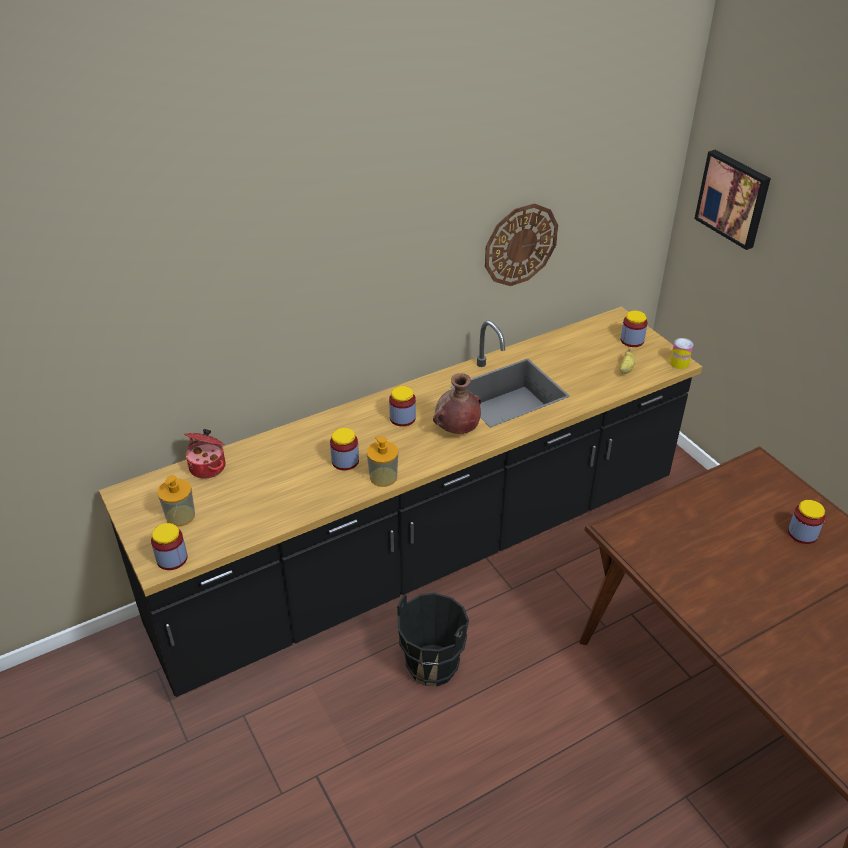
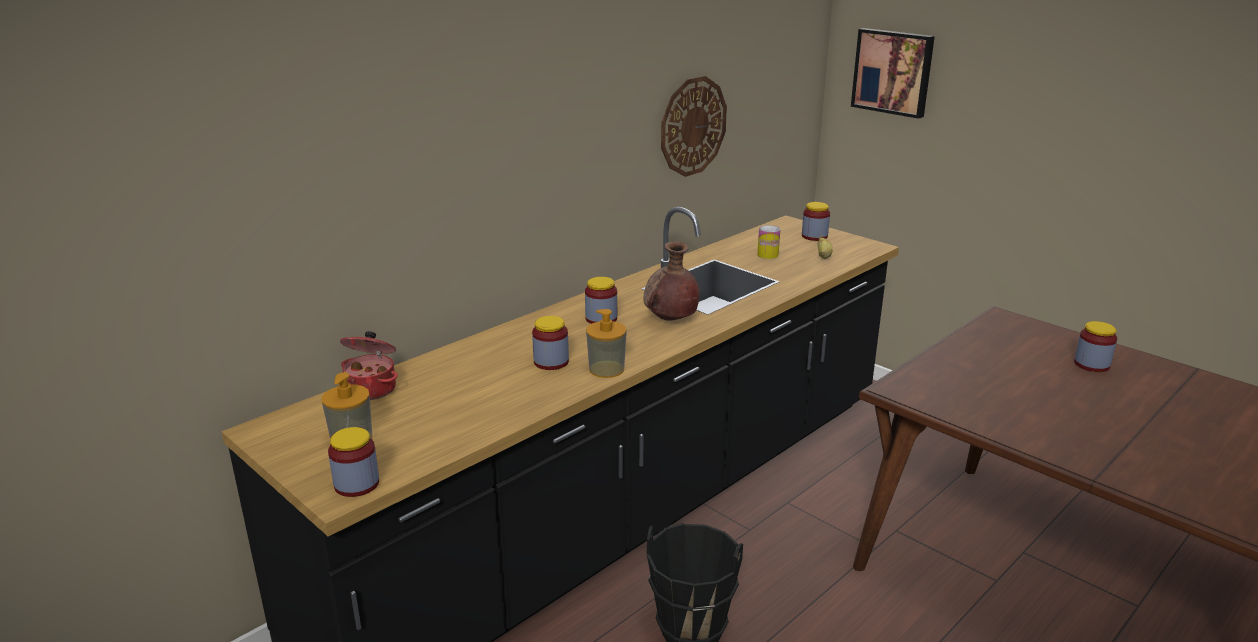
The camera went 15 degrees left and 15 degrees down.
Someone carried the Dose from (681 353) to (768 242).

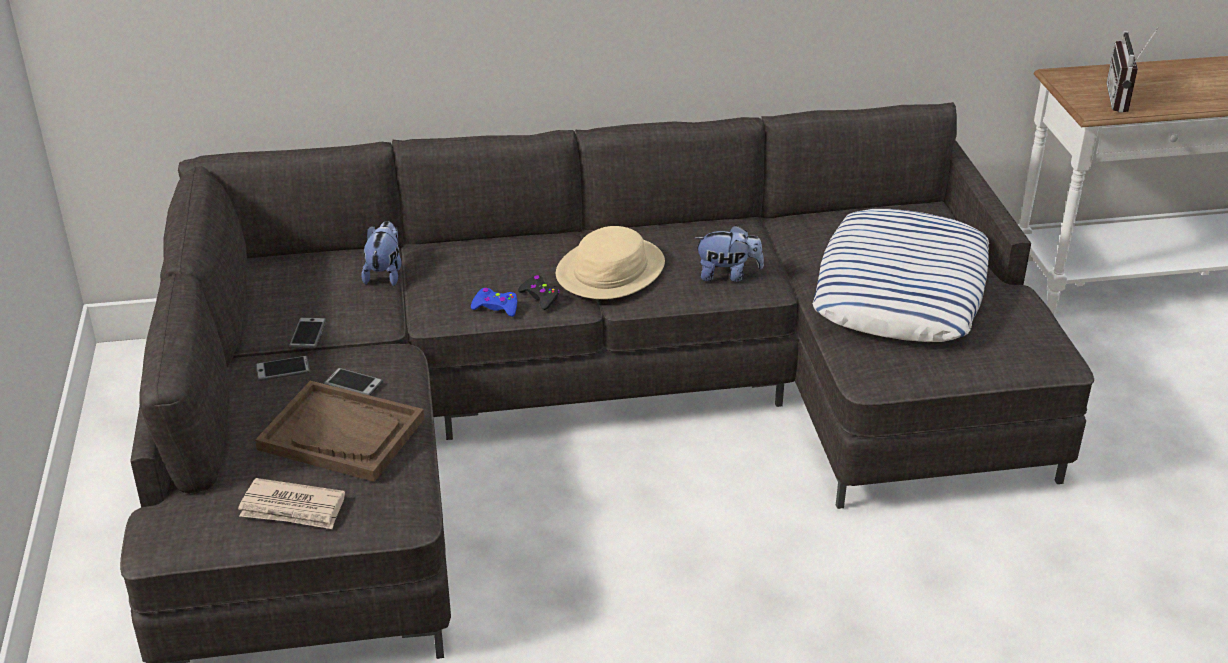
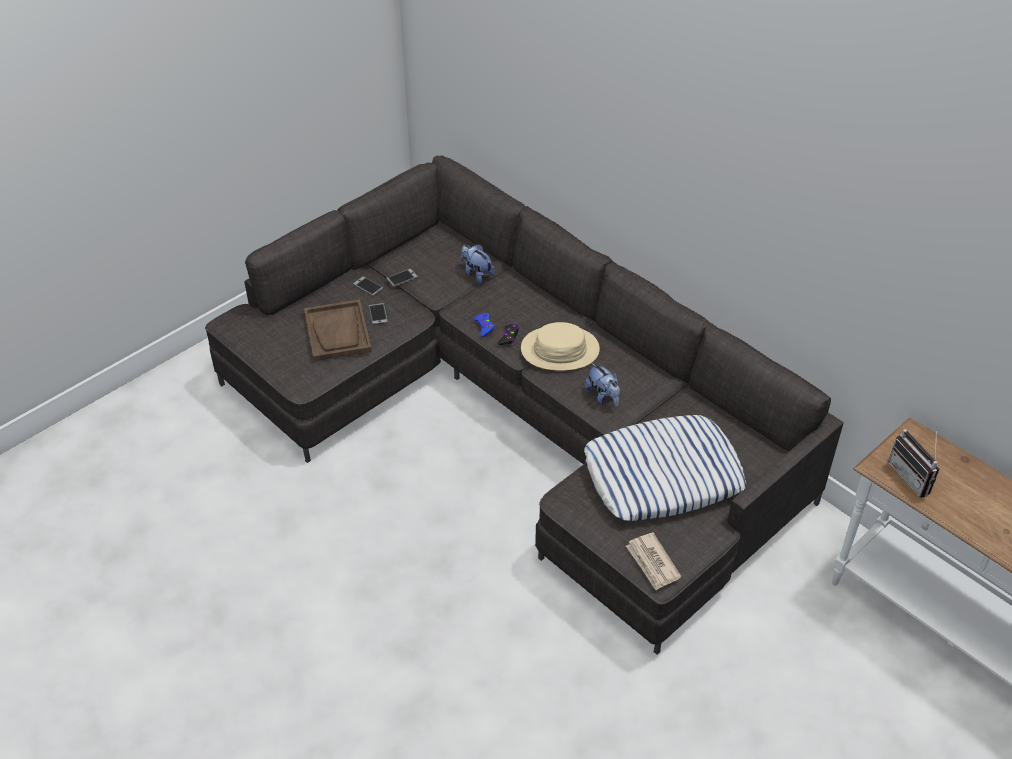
The camera went 55 degrees right and 10 degrees up.
Someone rotated the Radio at (1132 70) by 90 degrees counterclockwise.
Someone rotated the Plüschtier at (381 253) by 105 degrees counterclockwise.
Someone carried the Zeitung from (291 503) to (653 561).

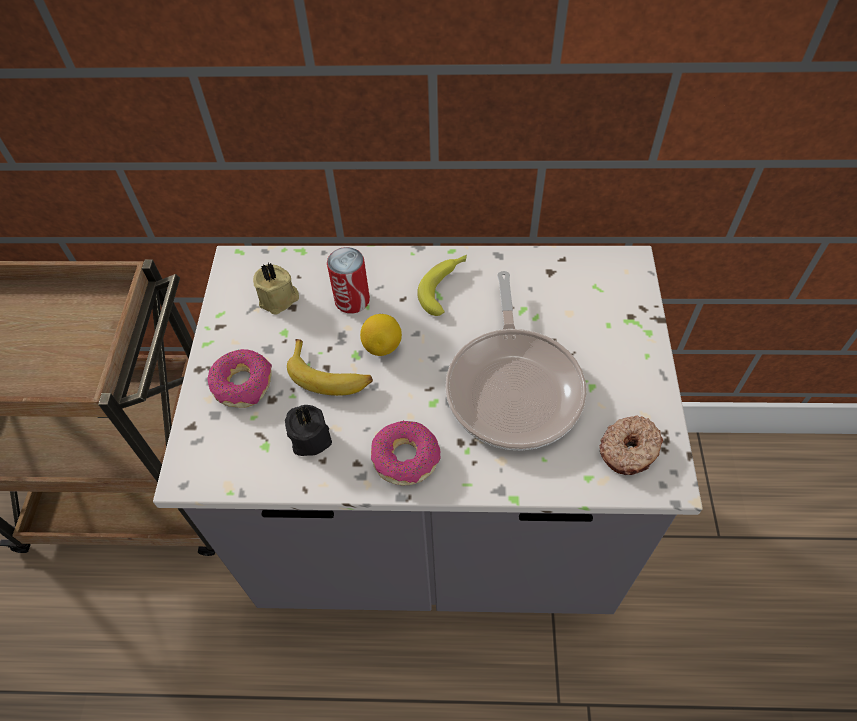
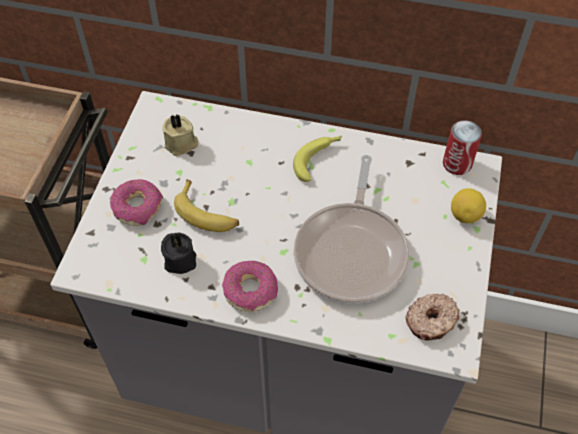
The camera went 10 degrees right and 0 degrees up.
Someone carried the Dose from (348 280) to (462 147).
Someone carried the Zitrone from (381 335) to (468 205).

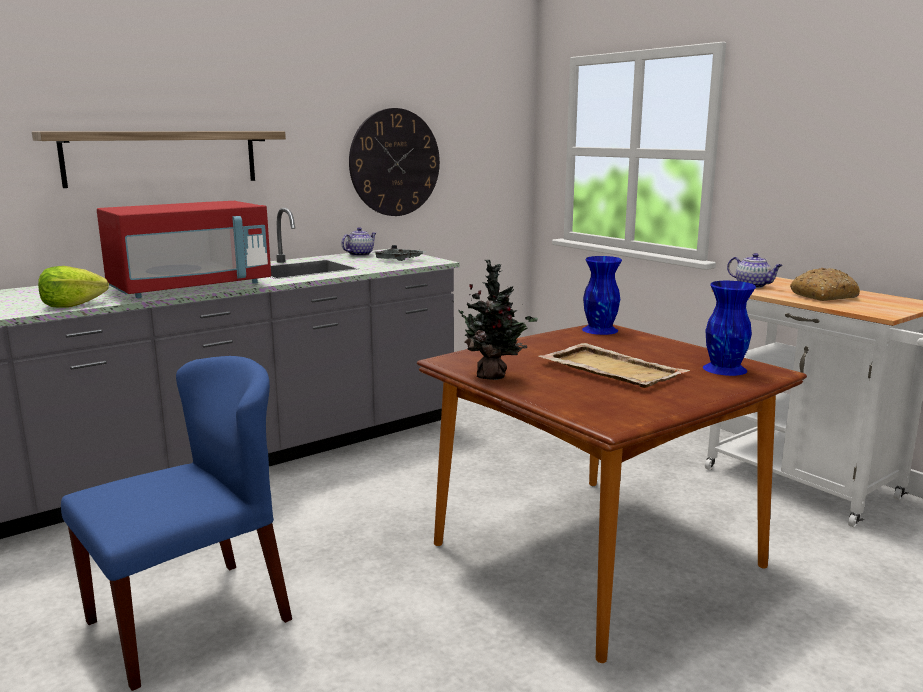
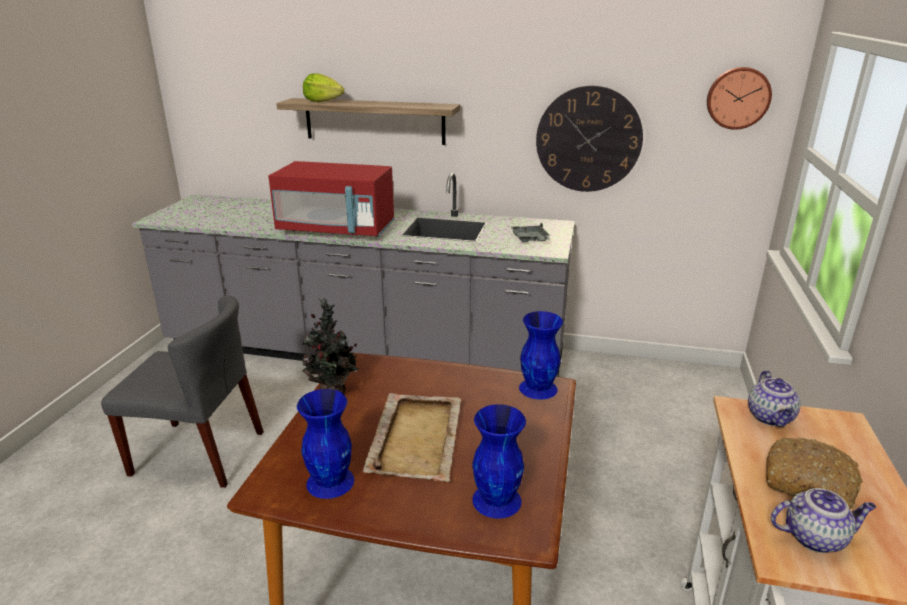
The camera went 50 degrees right and 10 degrees up.
Someone carried the Teekanne from (358 241) to (823 520).
Someone carried the Salatkopf from (73 286) to (323 87).
Someone repainted the Stuhl/blau at (176 523), which became the Stuhl/grau at (182 391).
Someone put up the Wanduhr at (739 98).
Someone put down the Vase/blau at (325 444).

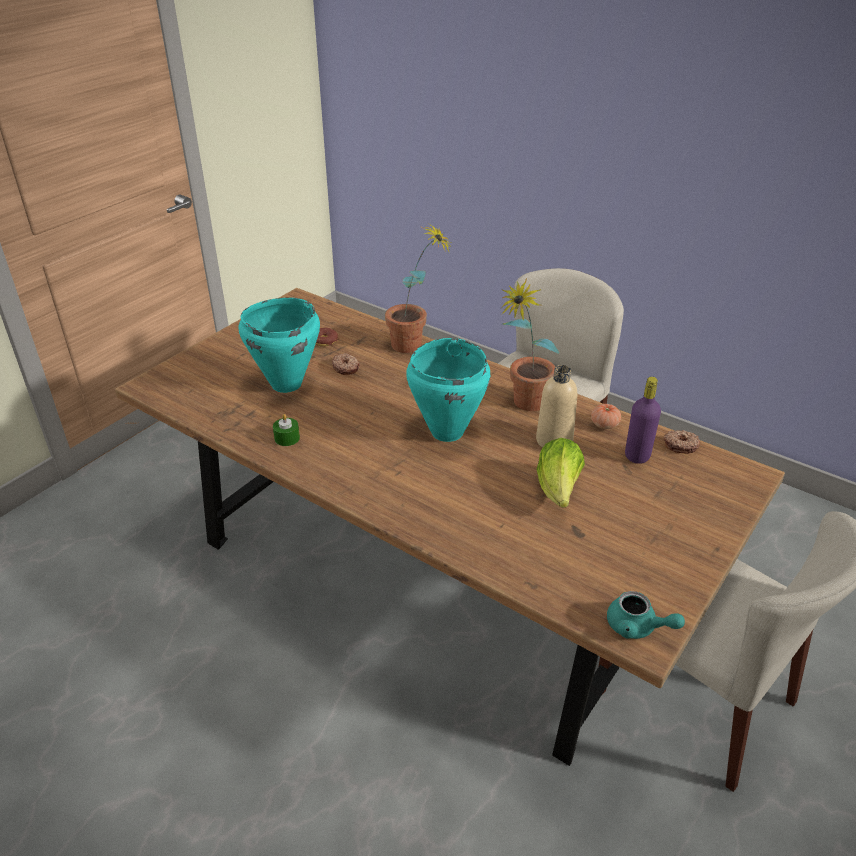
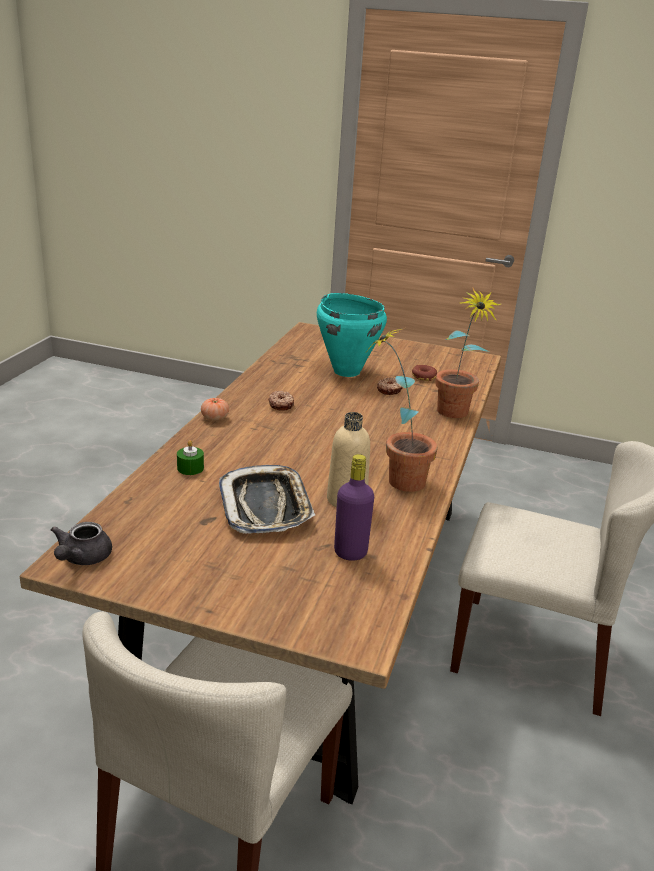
The camera went 70 degrees right and 10 degrees down.
Someone took away the Kochtopf/türkis at (448 390).
Someone carried the Tomate from (606 416) to (215 409).
Someone carried the Kerze/grün from (286 430) to (190 457).
Someone carried the Donut from (682 441) to (281 401).
Someone swapped the Salatkopf at (561 473) for the Tablett at (267 499).
Someone repainted the Teekanne/türkis at (646 615), which became the Teekanne/grau at (81 543).

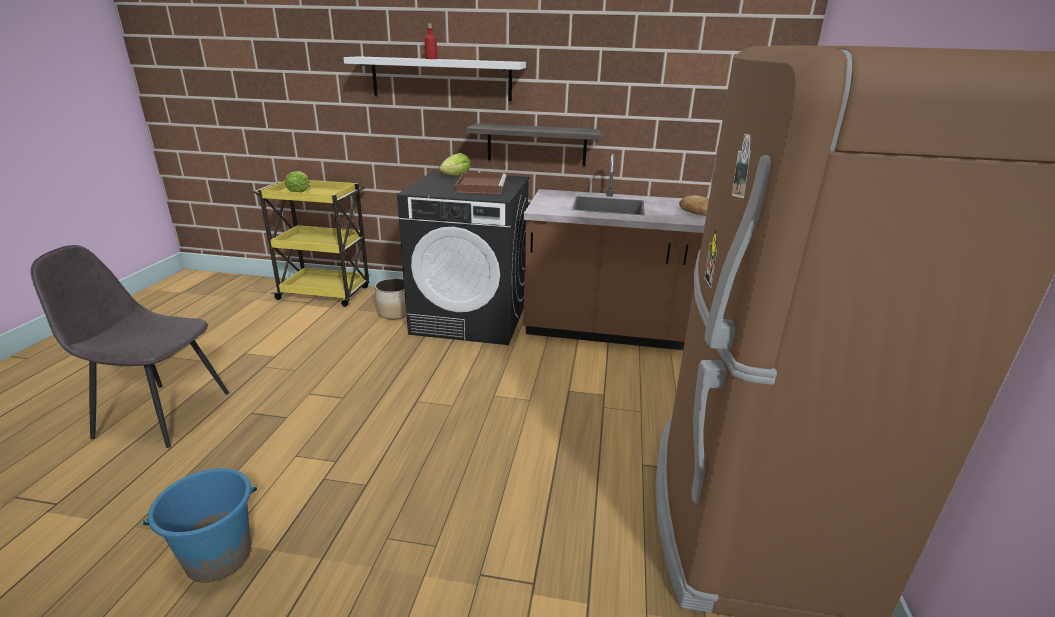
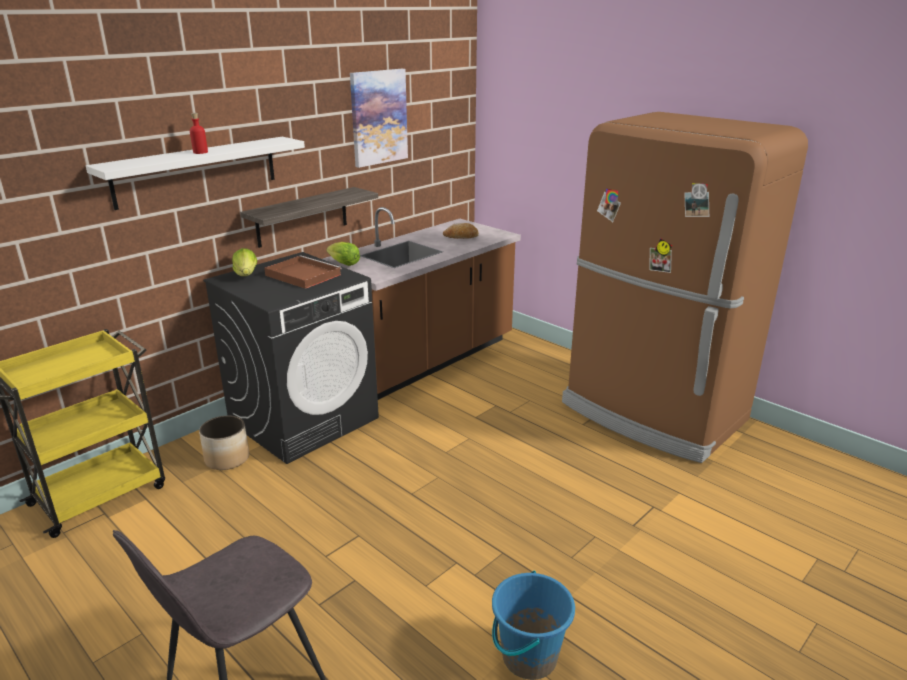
The camera went 55 degrees left and 0 degrees up.
Someone carried the Salatkopf from (297 181) to (343 254).
Someone put up the Bild at (379 118).

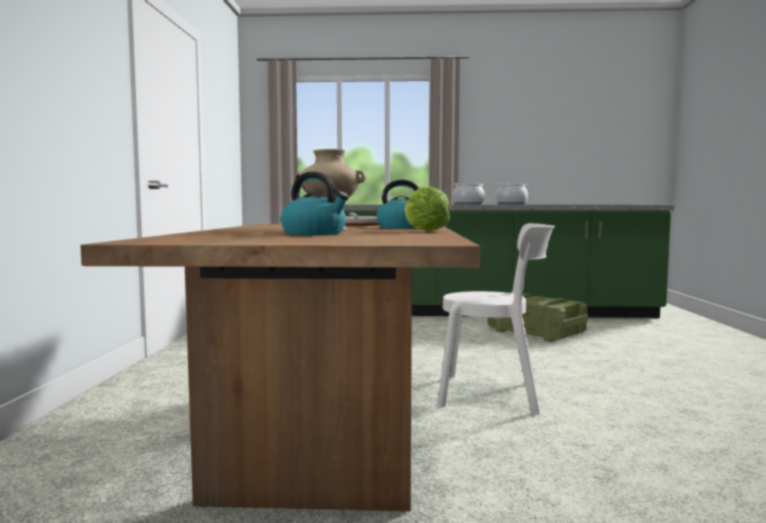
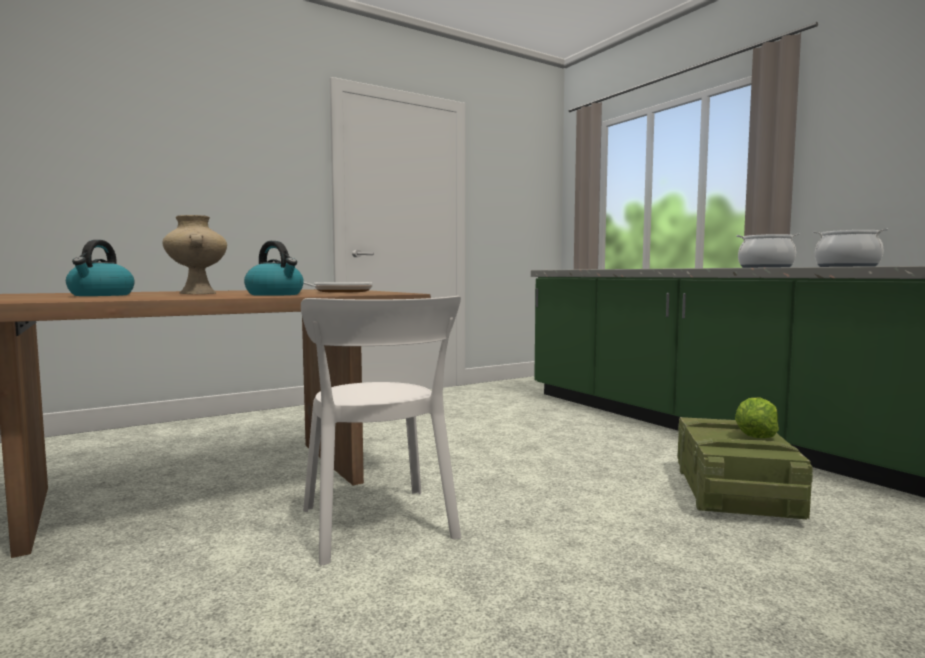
The camera went 55 degrees right and 0 degrees up.
Someone carried the Salatkopf from (427 209) to (757 417).

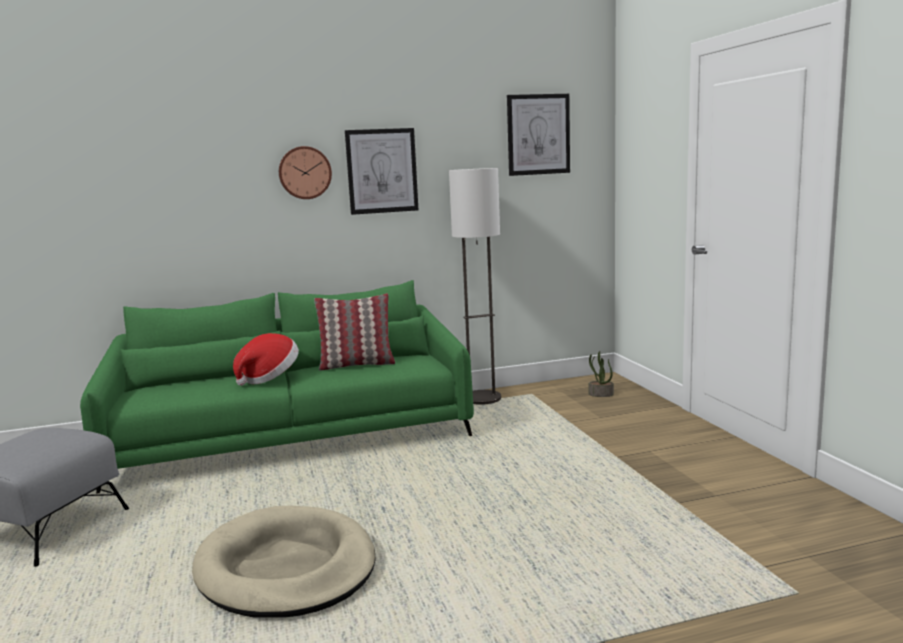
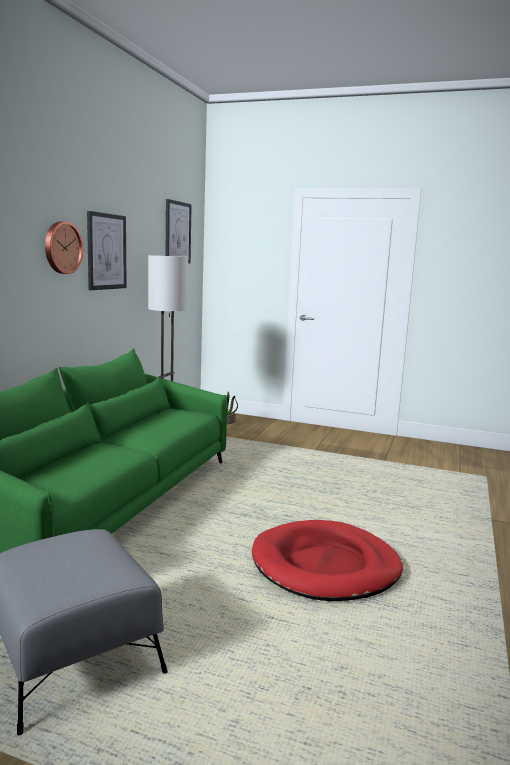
The camera went 55 degrees left and 0 degrees up.
Someone took away the Kissen at (354 332).
Someone took away the Hut at (266 359).
Someone repainted the Hundebett/beige at (284 562), which became the Hundebett/rot at (327 560).

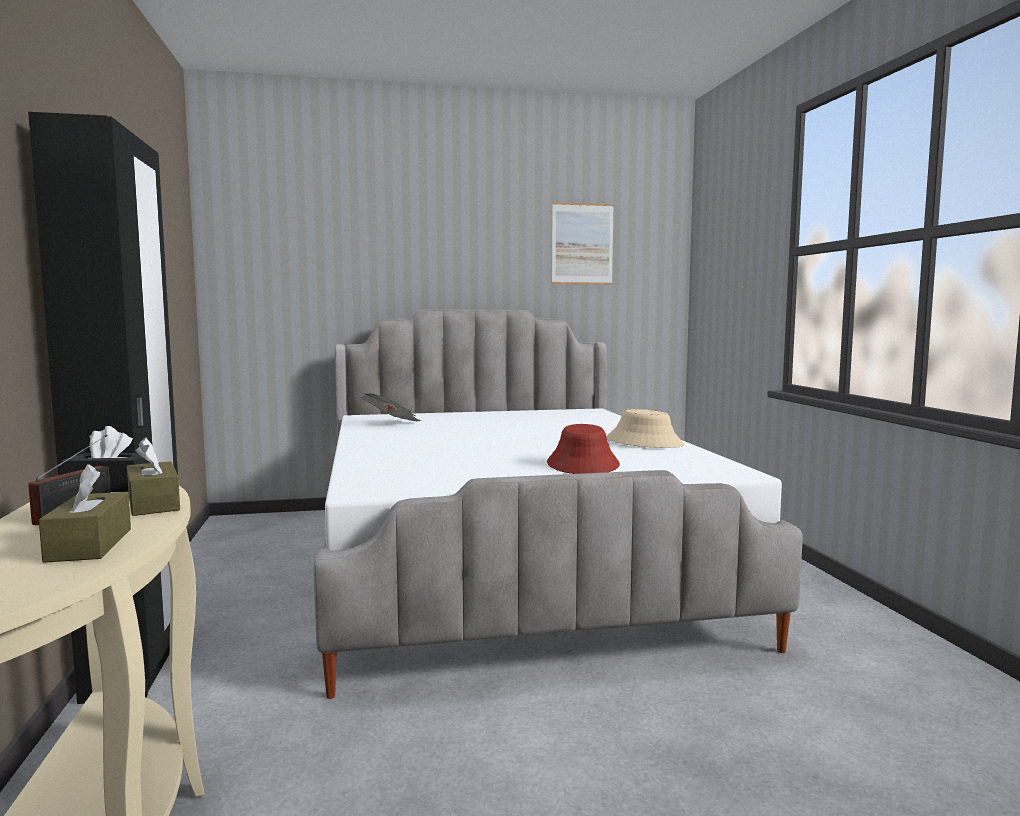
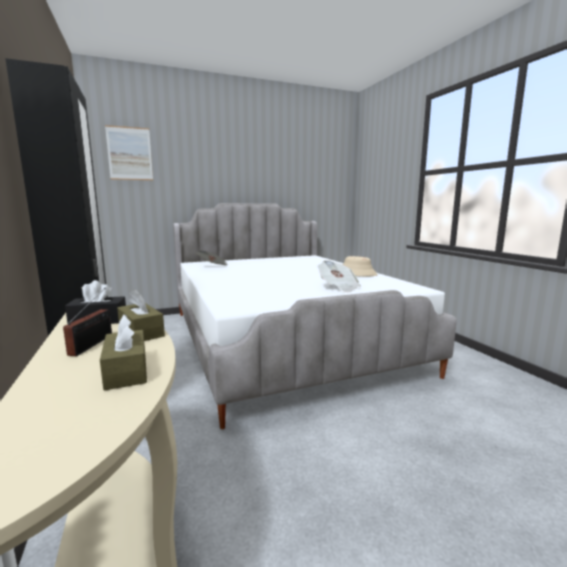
The camera went 10 degrees left and 5 degrees up.
Someone carried the Bild from (583 243) to (129 152).
Someone swapped the Hut/rot at (583 449) for the Zeitung at (339 276).

